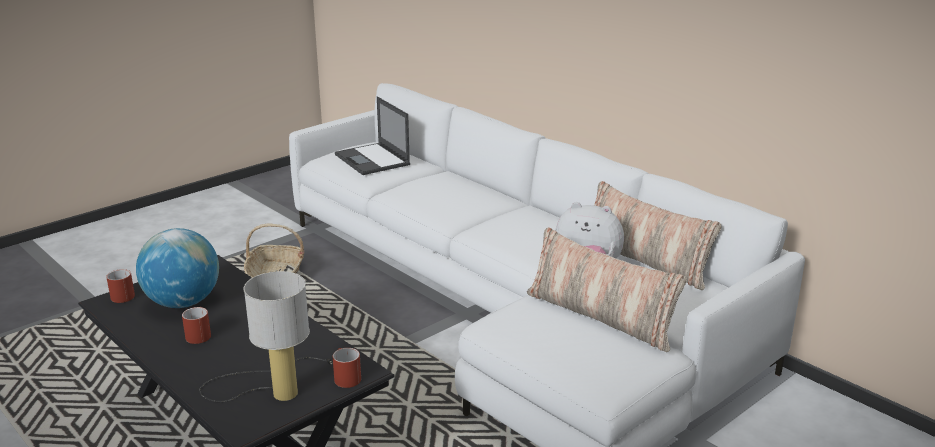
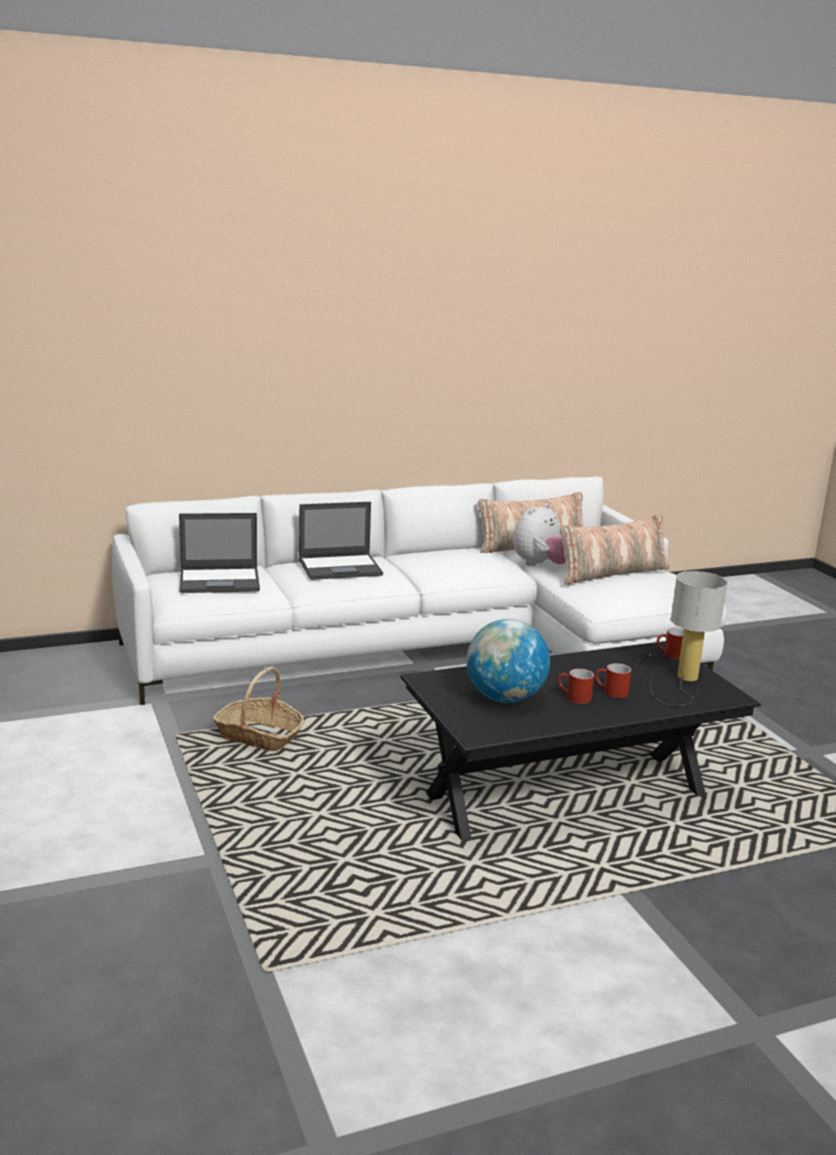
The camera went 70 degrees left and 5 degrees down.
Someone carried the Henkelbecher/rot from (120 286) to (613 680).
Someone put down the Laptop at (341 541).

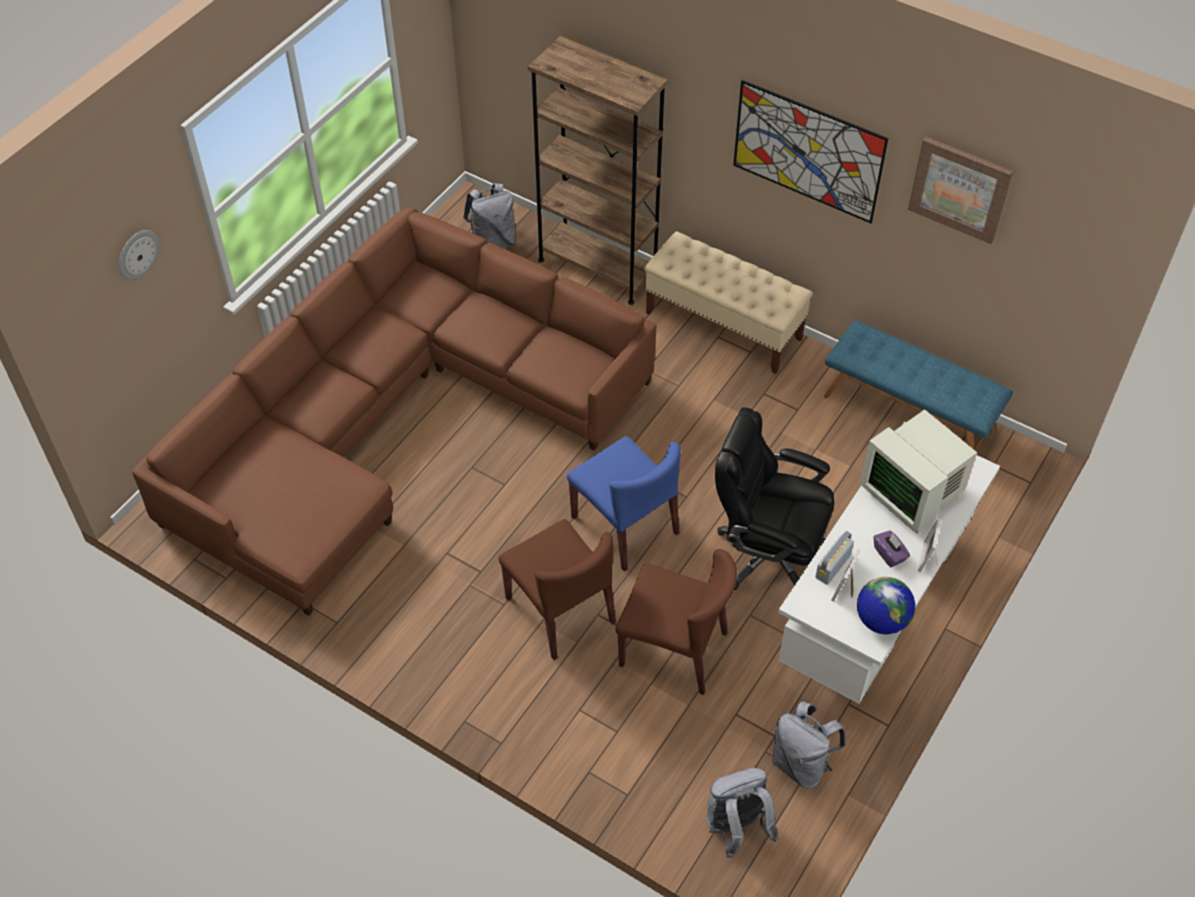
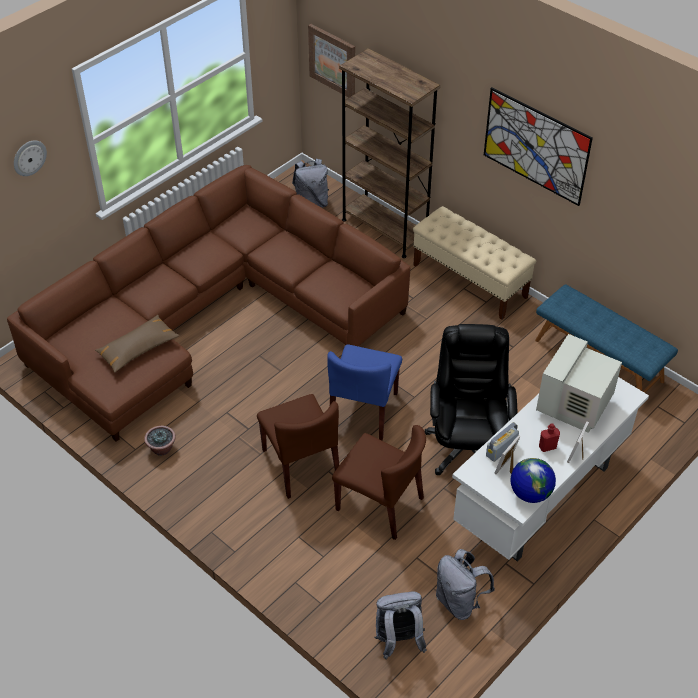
The camera went 10 degrees right and 5 degrees down.
Someone carried the Bild from (960 190) to (331 61).
Someone rotated the Bürostuhl/schwarz at (774 498) by 60 degrees clockwise.
Someone rotated the Monitor at (918 471) by 60 degrees clockwise.
Someone rotated the Stuhl/blau at (624 504) by 45 degrees clockwise.
Someone swapped the Taschentuchbox/lila at (892 549) for the Flasche/rot at (549 437).
Someone put down the Kissen/braun at (137 344).
Someone put down the Topfpflanze at (160 441).

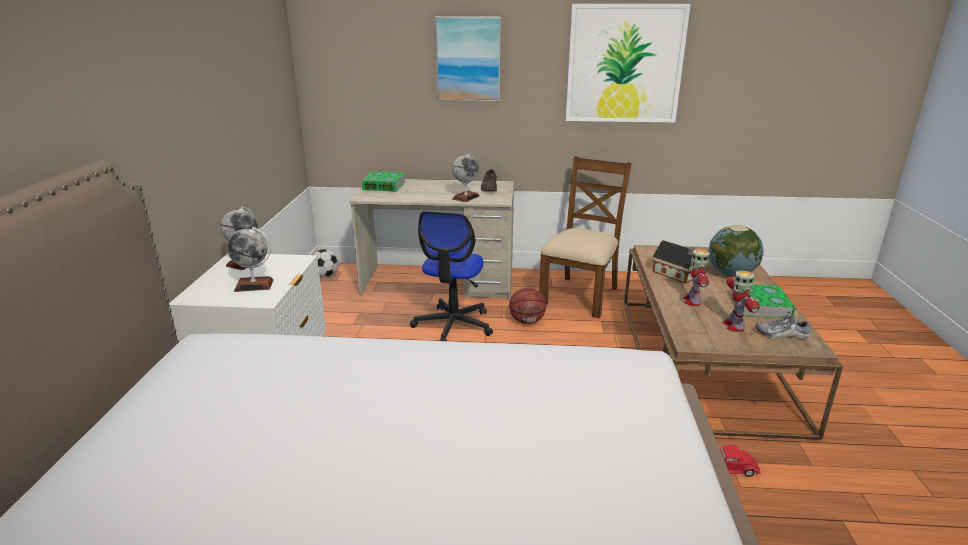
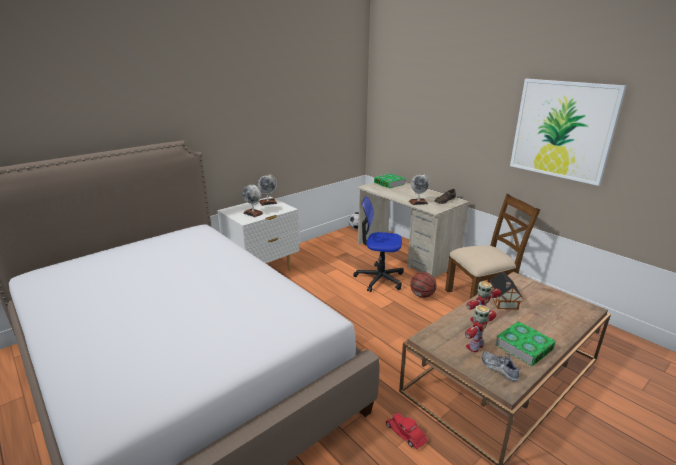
The camera went 45 degrees right and 0 degrees up.
Someone took away the Bild at (468 59).
Someone rotated the Bürostuhl at (451 276) by 45 degrees clockwise.
Someone took away the Globus at (736 251).

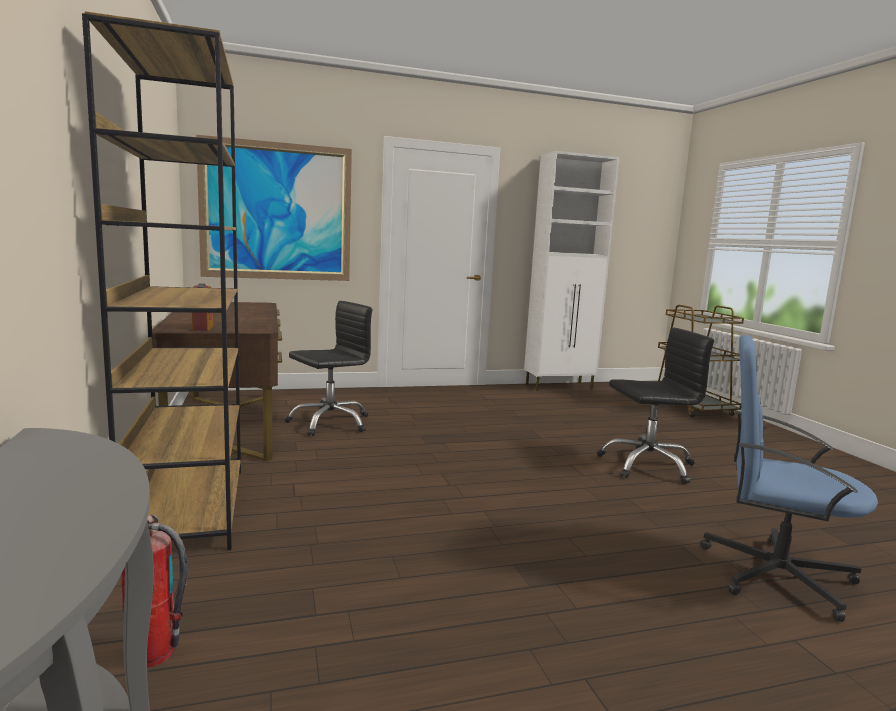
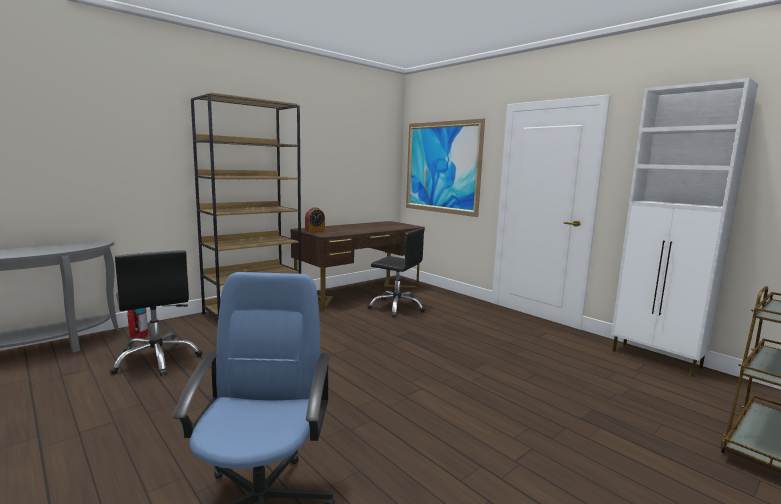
The camera went 65 degrees right and 0 degrees up.
Someone carried the Bürostuhl/schwarz from (655 406) to (156 313).

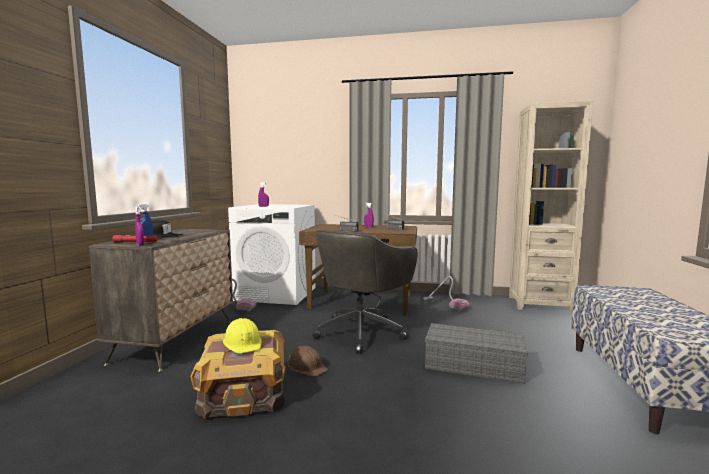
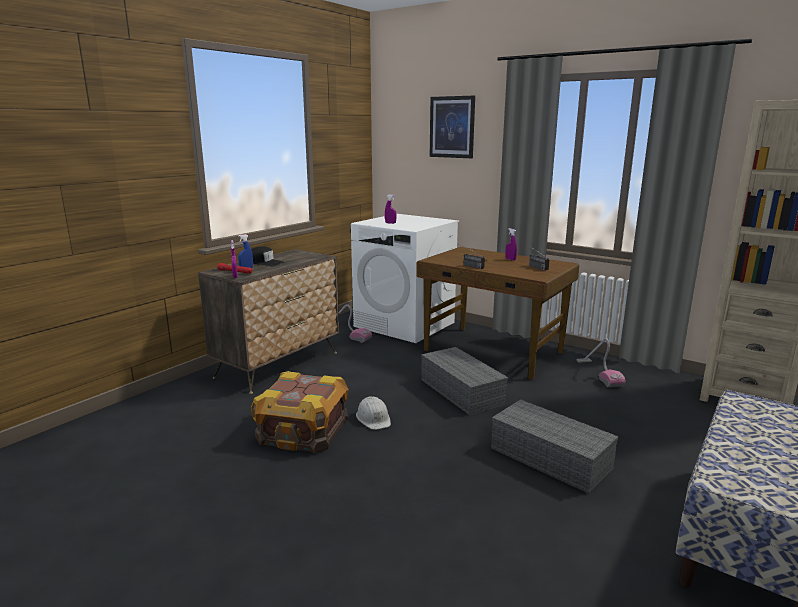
The camera went 25 degrees right and 10 degrees up.
Someone swapped the Bürostuhl/grau at (365 291) for the Aufbewahrungsbox/grau at (464 381).
Someone took away the Schutzhelm/gelb at (242 335).
Someone repainted the Schutzhelm/braun at (308 361), which became the Schutzhelm/weiß at (373 413).
Someone put up the Bild at (452 127).

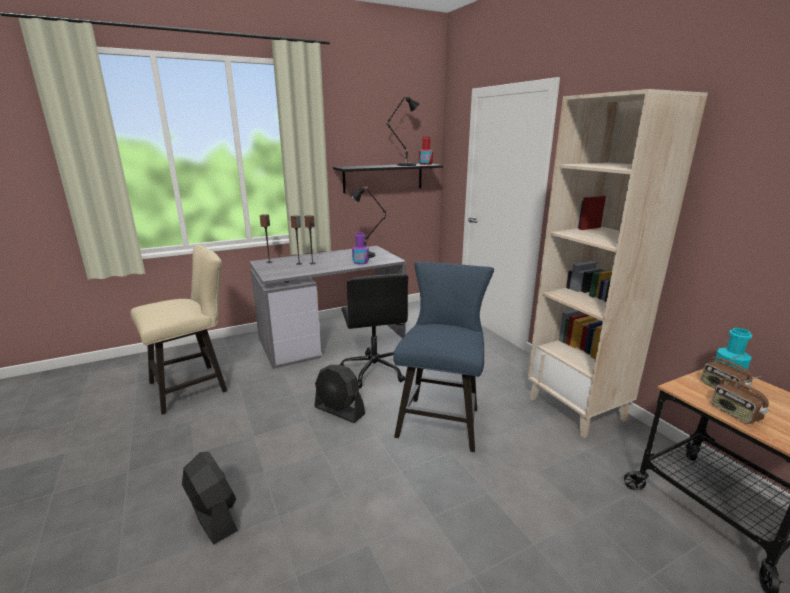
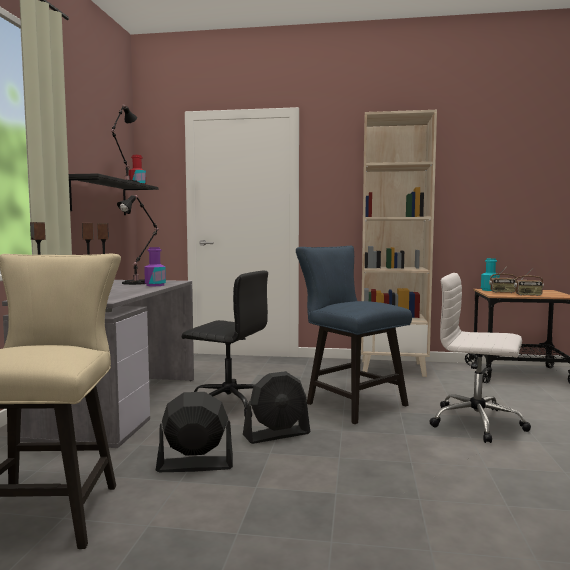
The camera went 55 degrees left and 15 degrees down.
Someone carried the Ventilator/schwarz from (210 498) to (194 432).
Someone put down the Bürostuhl/weiß at (480 358).

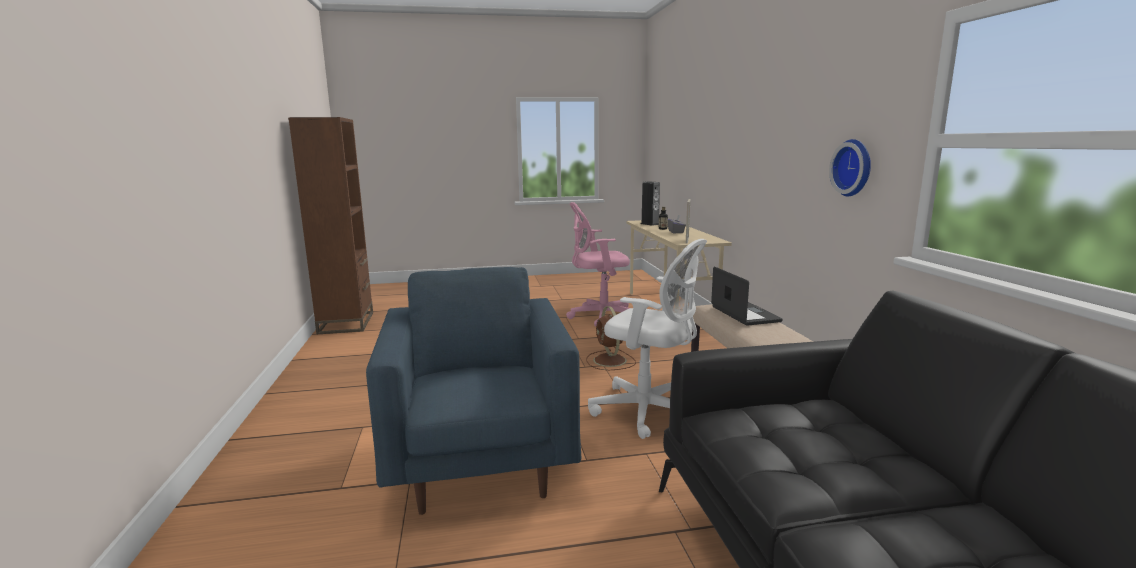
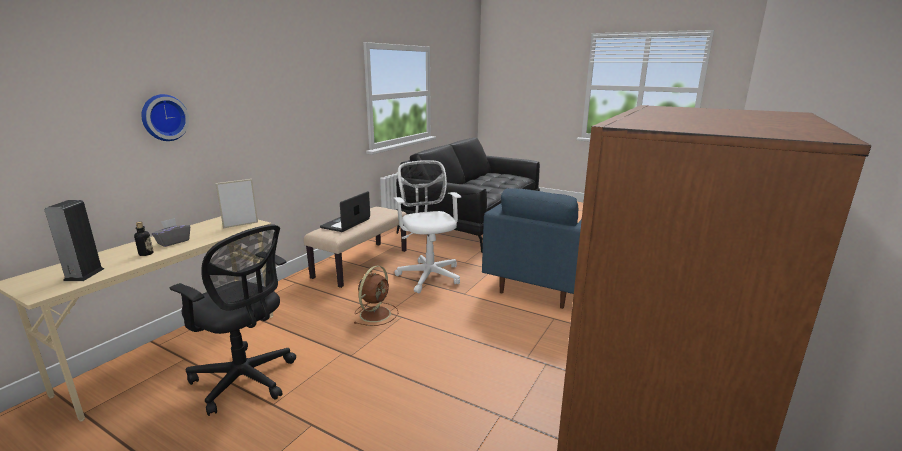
The camera went 140 degrees left and 5 degrees up.
Someone carried the Wanduhr from (850 167) to (165 117).
Someone repainted the Bürostuhl/rosa at (598 264), which became the Bürostuhl/schwarz at (233 320).

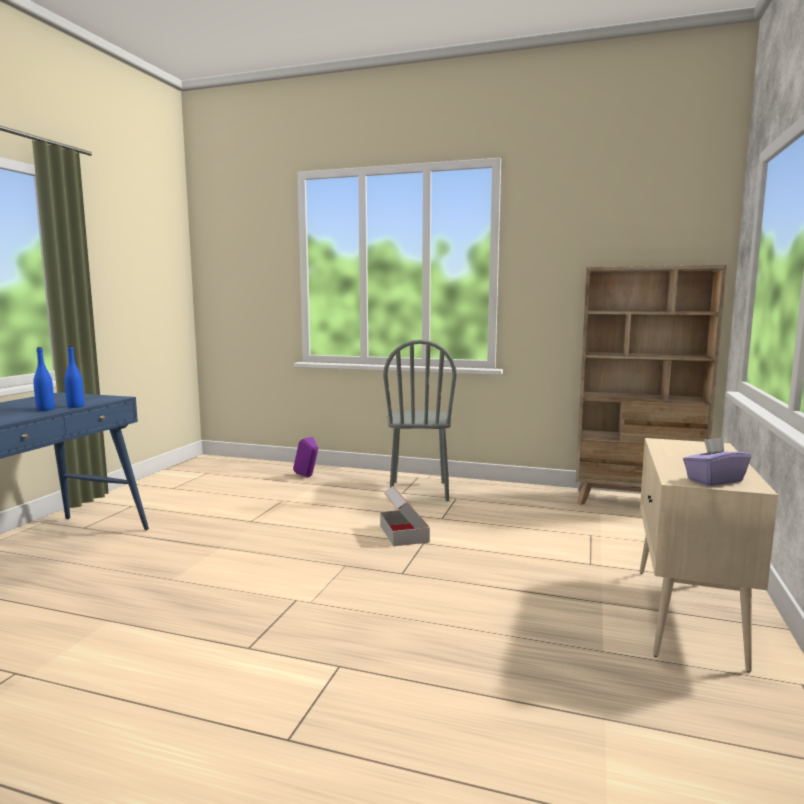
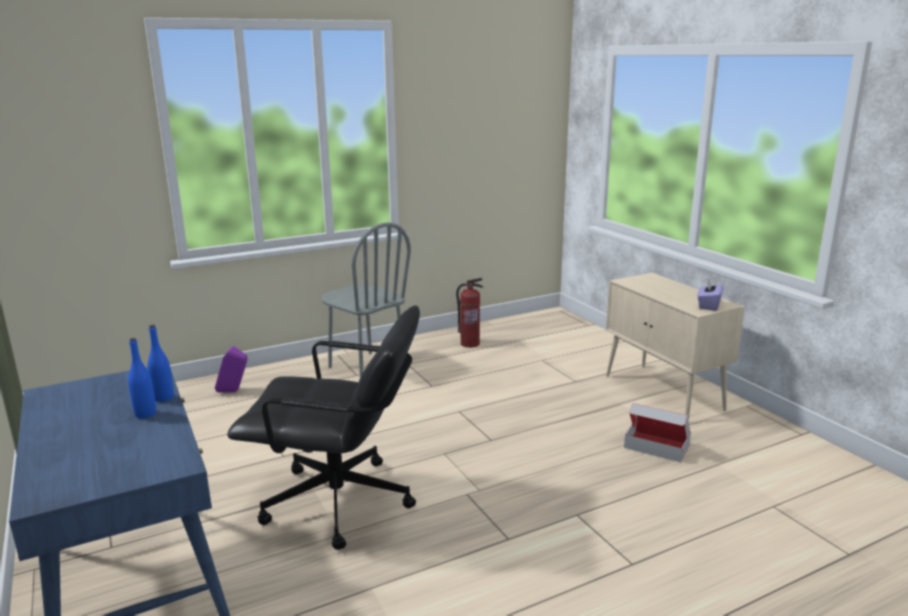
The camera went 45 degrees left and 10 degrees up.
Someone took away the Bücherregal/beige at (651 385).
Someone carried the Karton from (405 516) to (657 432).
Someone put down the Feuerlöscher at (469 313).
Someone put down the Bürostuhl/schwarz at (323 427).

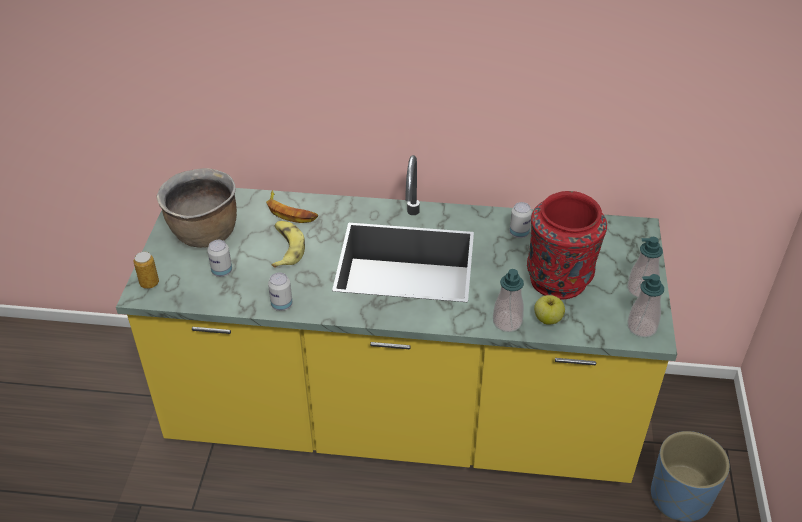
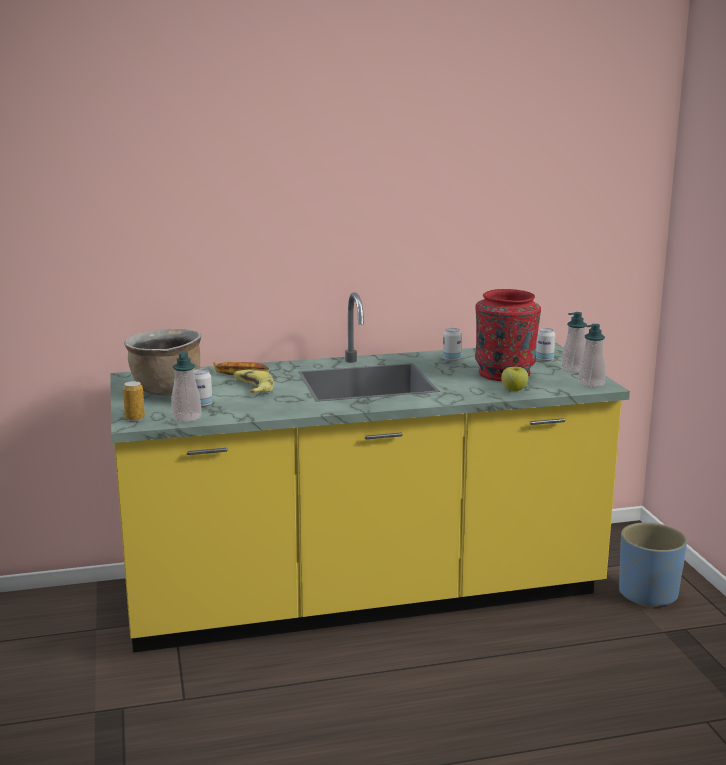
The camera went 20 degrees left and 25 degrees down.
Someone carried the Seifenspender from (508 300) to (187 387).
Someone carried the Dose from (280 292) to (545 345).

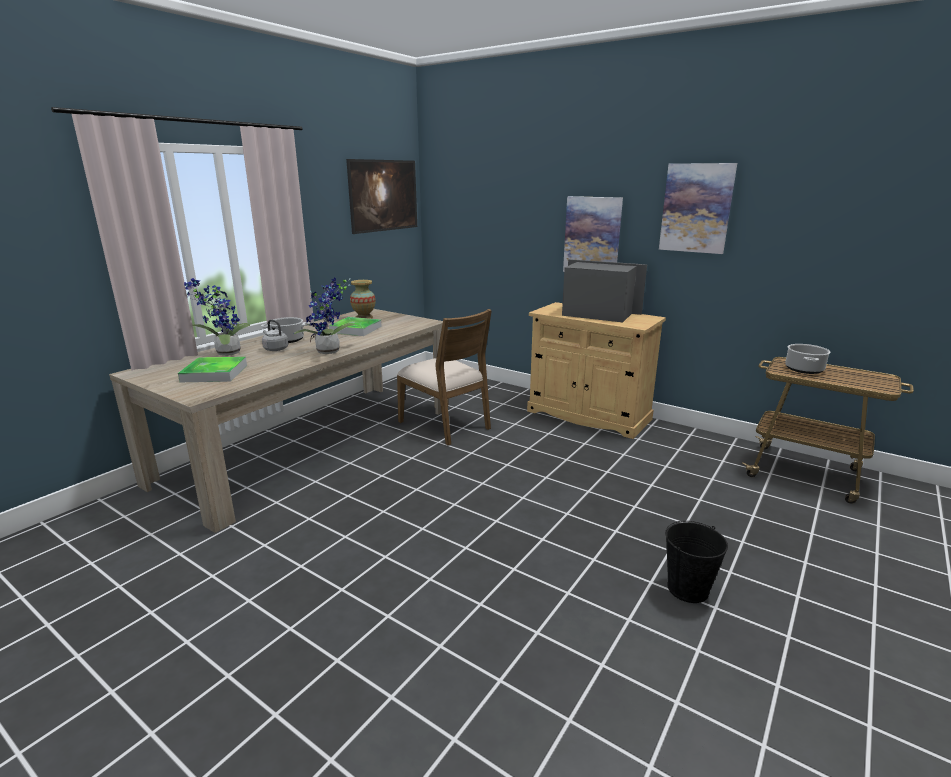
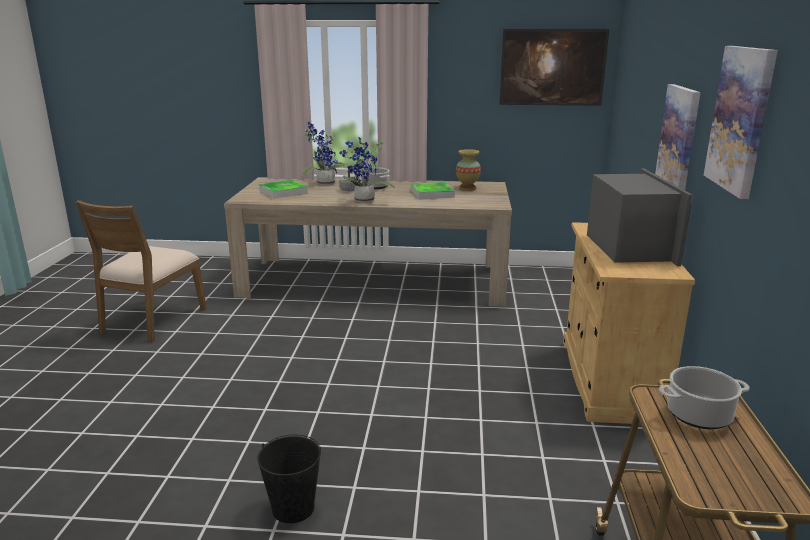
The camera went 60 degrees right and 0 degrees up.
Someone carried the Stuhl/braun from (444 377) to (140 271).

